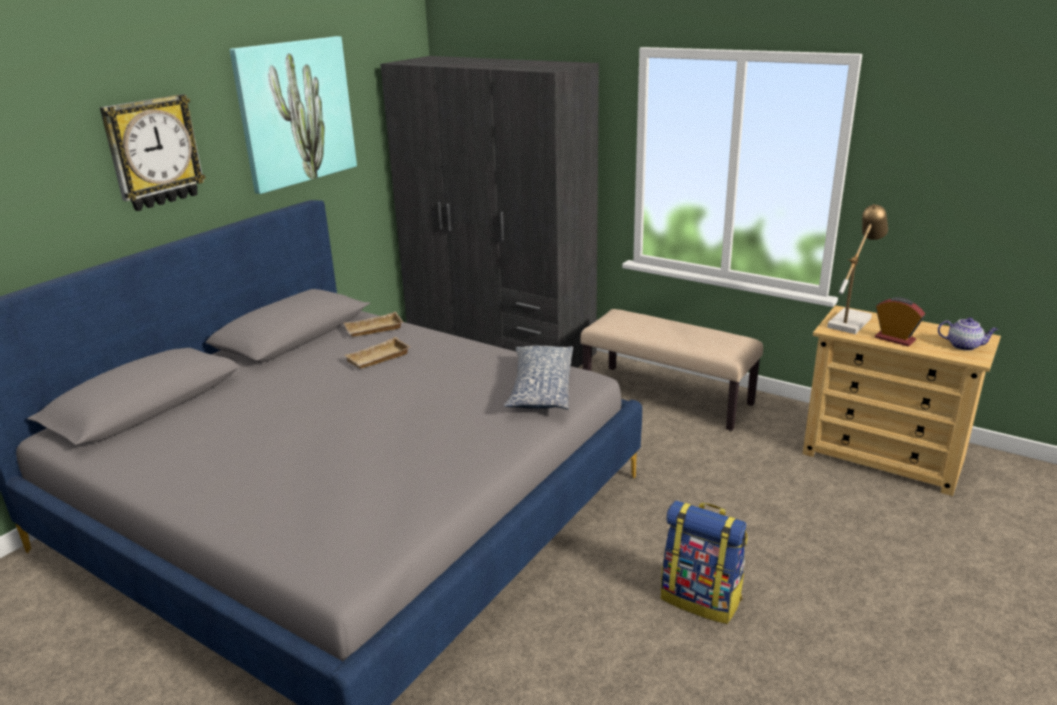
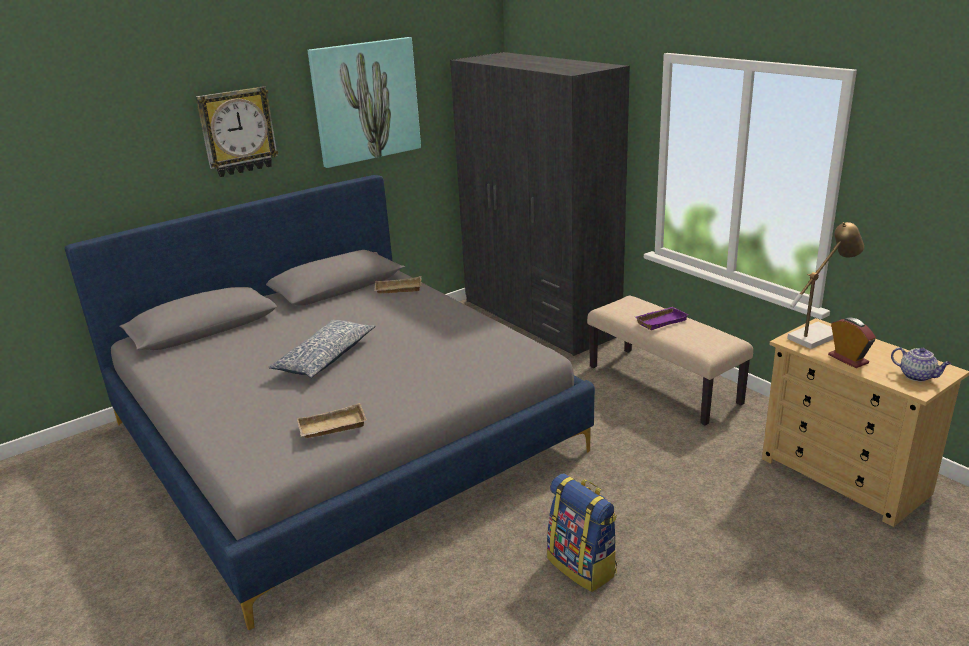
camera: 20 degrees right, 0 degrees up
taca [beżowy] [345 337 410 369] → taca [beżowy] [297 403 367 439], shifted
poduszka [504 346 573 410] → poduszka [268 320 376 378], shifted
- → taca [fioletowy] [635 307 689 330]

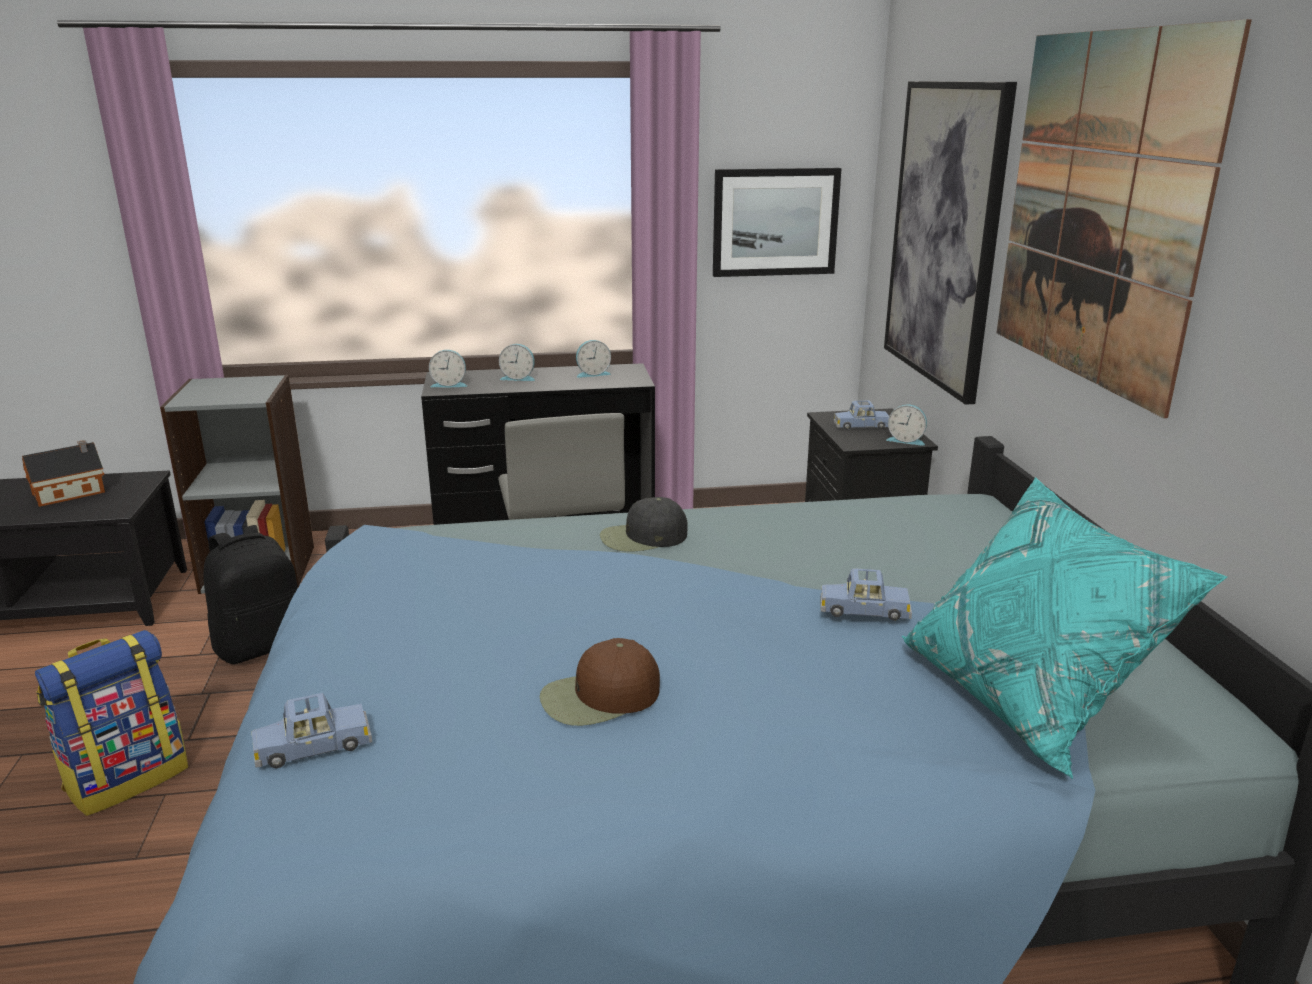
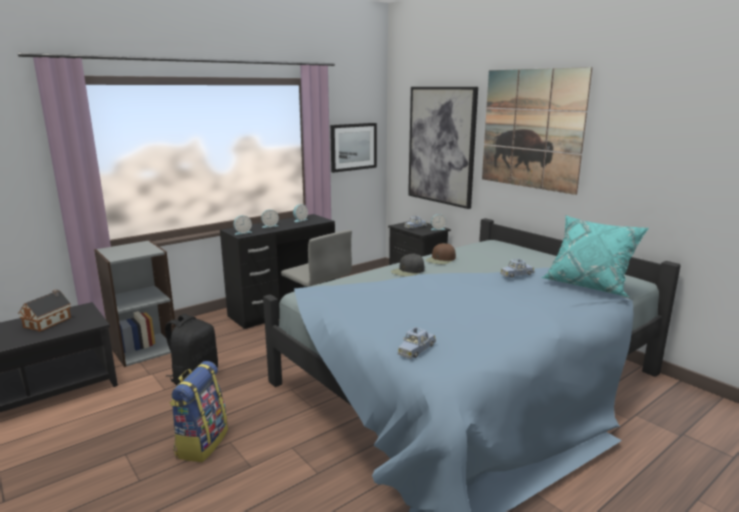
camera: 30 degrees left, 5 degrees down
czapka z daszkiem [brązowy] [539 638 660 726] → czapka z daszkiem [brązowy] [426 243 456 264], shifted

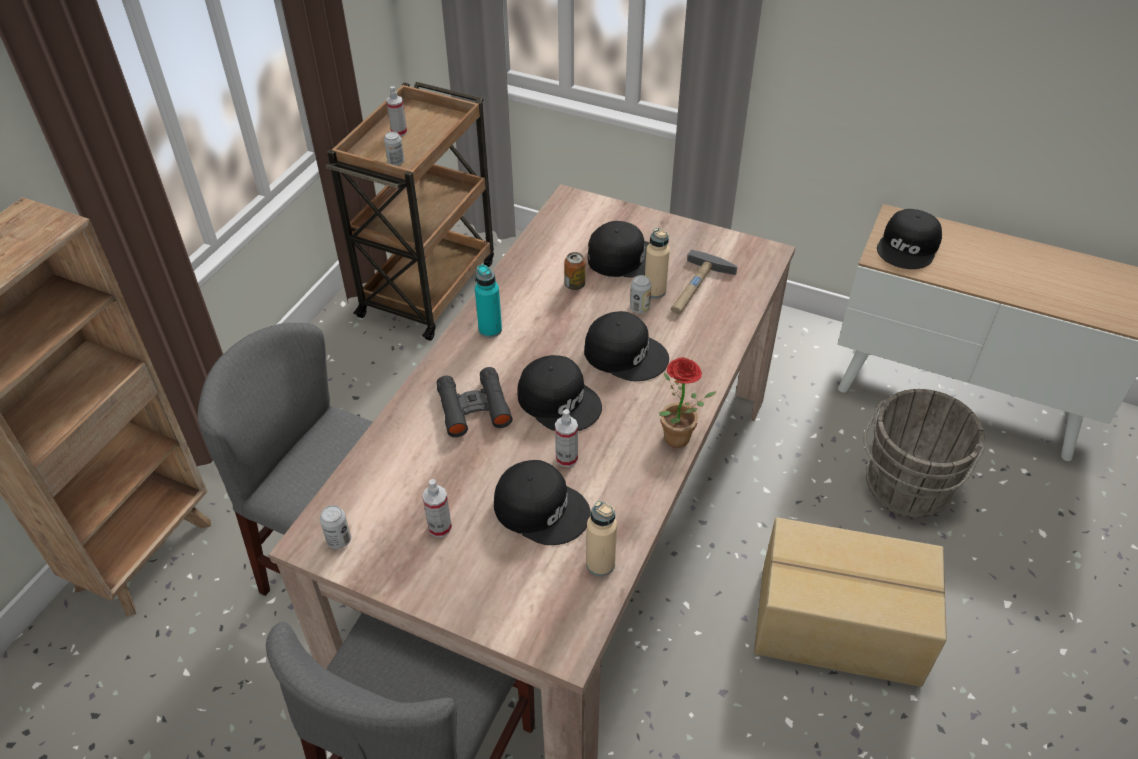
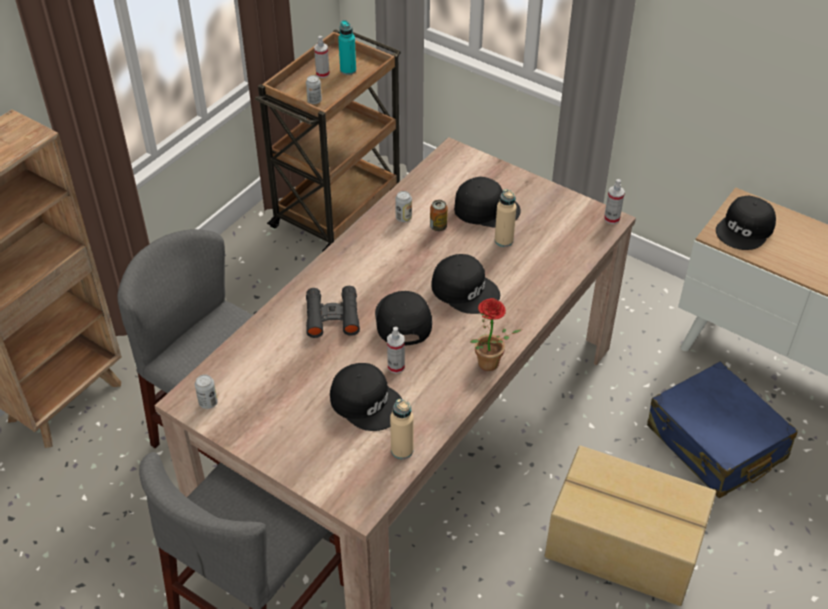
camera: 10 degrees right, 0 degrees up
młotek [671 249 738 314] → -
butelka [turkusowy] [475 264 502 338] → butelka [turkusowy] [338 20 356 75], shifted
puszka [630 275 652 313] → puszka [395 191 412 222], shifted
czapka z daszkiem [czarny] [517 355 602 431] → czapka z daszkiem [czarny] [375 291 432 345], 150 degrees counterclockwise
wiadro [szary] [863 389 985 518] → walizka [niebieski] [647 361 798 498]
spryskiwacz [422 479 452 537] → spryskiwacz [604 179 625 224], shifted

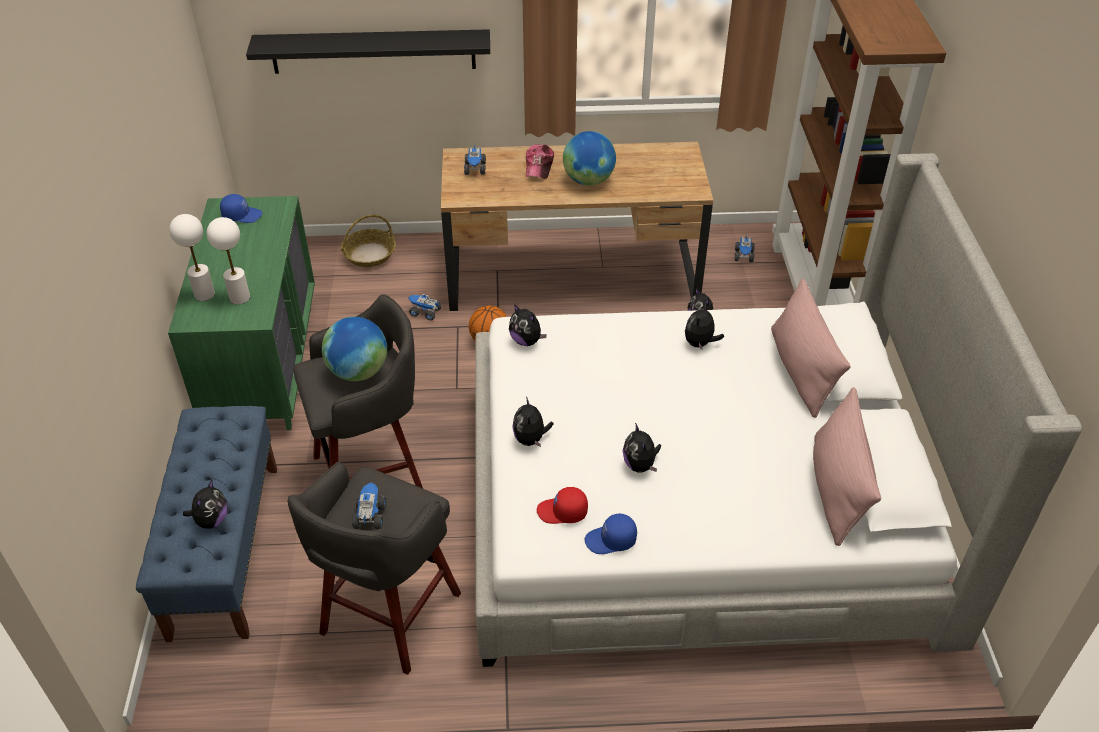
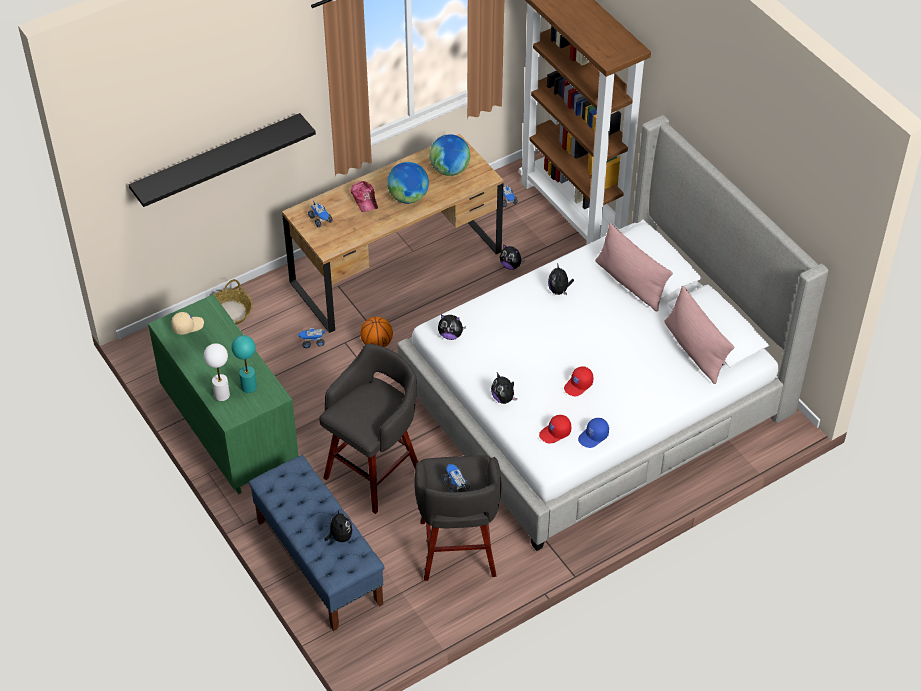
camera: 30 degrees left, 5 degrees up
czapka z daszkiem [niebieski] [220 194 262 223] → czapka z daszkiem [beżowy] [171 312 204 335]
lampa stołowa [biały] [207 217 250 305] → lampa stołowa [turkusowy] [231 335 257 393]
globus [322 317 387 381] → globus [429 134 470 176], shifted
pluszak [623 423 661 472] → czapka z daszkiem [czerwony] [564 367 593 396]

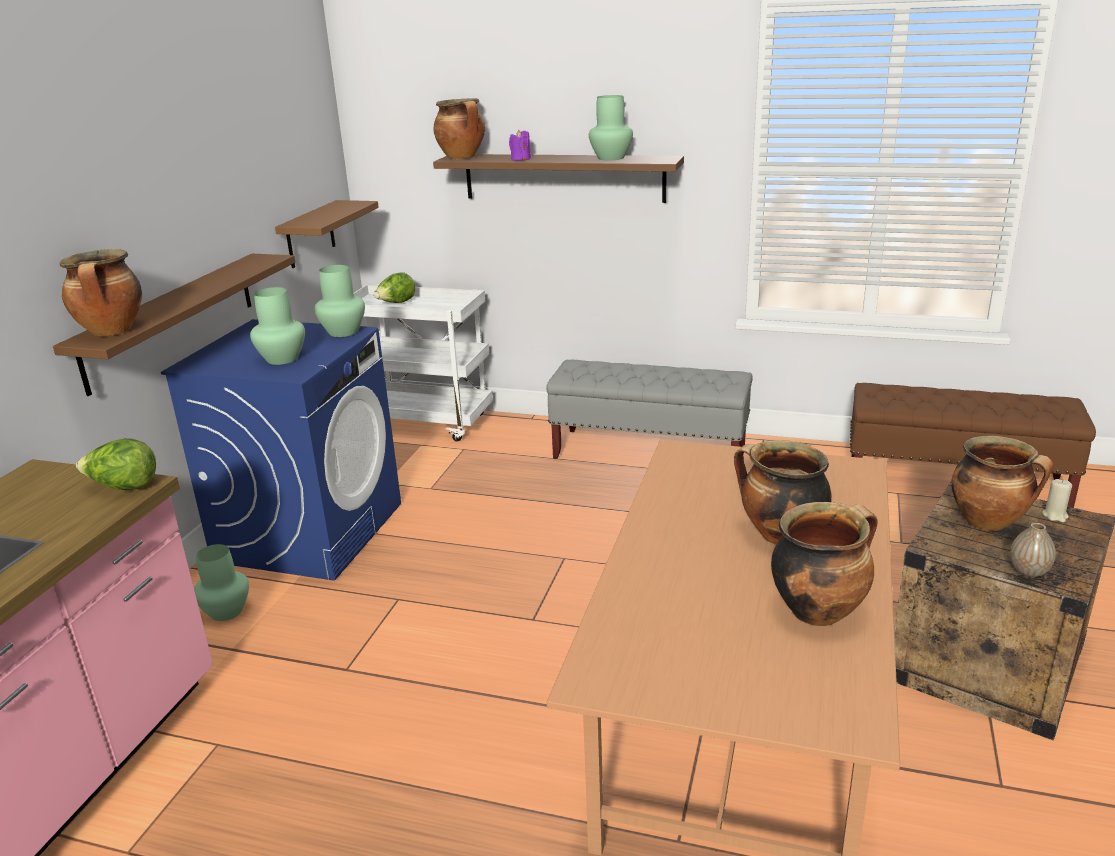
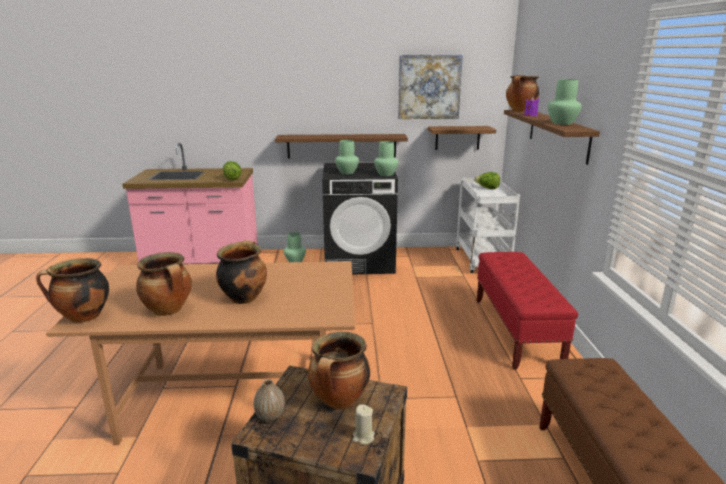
camera: 70 degrees right, 5 degrees down
garnek [60 249 142 336] → garnek [36 258 109 323], shifted
pralka [niebieski] [161 319 401 581] → pralka [czarny] [322 163 398 274]
ławka [szary] [546 360 753 459] → ławka [czerwony] [477 252 578 370]
- → obraz [398 55 463 119]

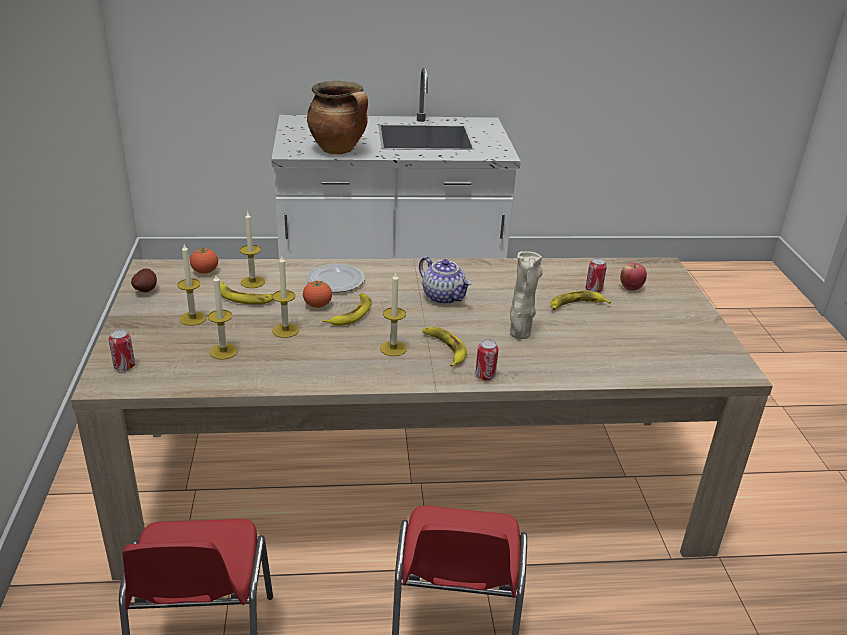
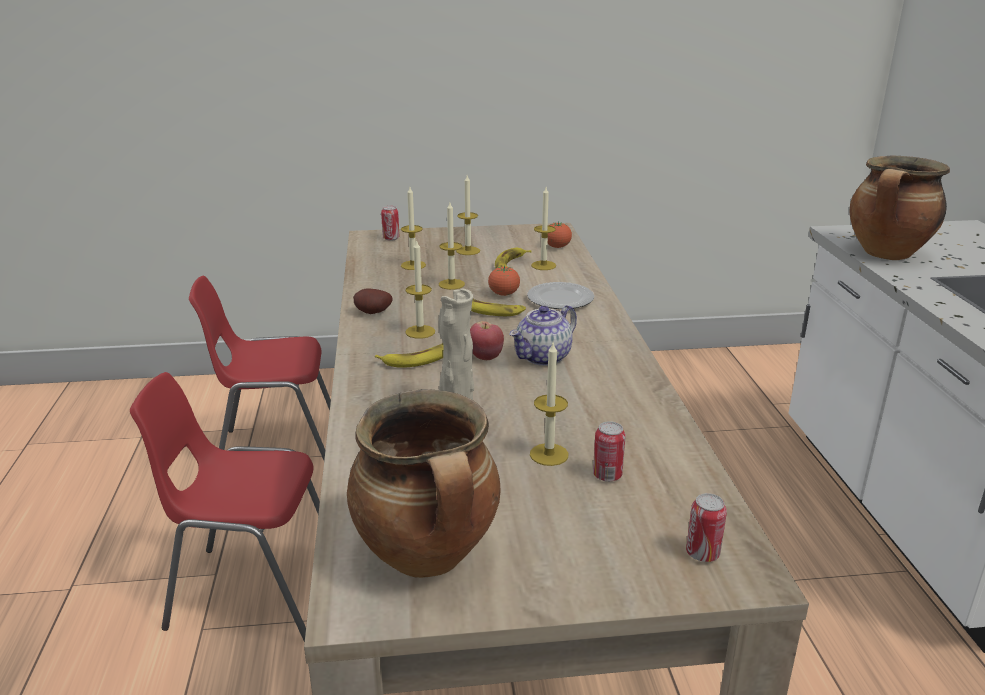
camera: 90 degrees right, 5 degrees down
jabłko [620 262 647 291] → jabłko [470 321 504 360], shifted
ziemniak [131 268 157 292] → ziemniak [353 288 393 314], shifted
banan [550 291 611 310] → świeca [530 343 568 466]
puszka [475 339 498 380] → puszka [686 493 727 562], shifted
- → garnek [347 389 501 578]

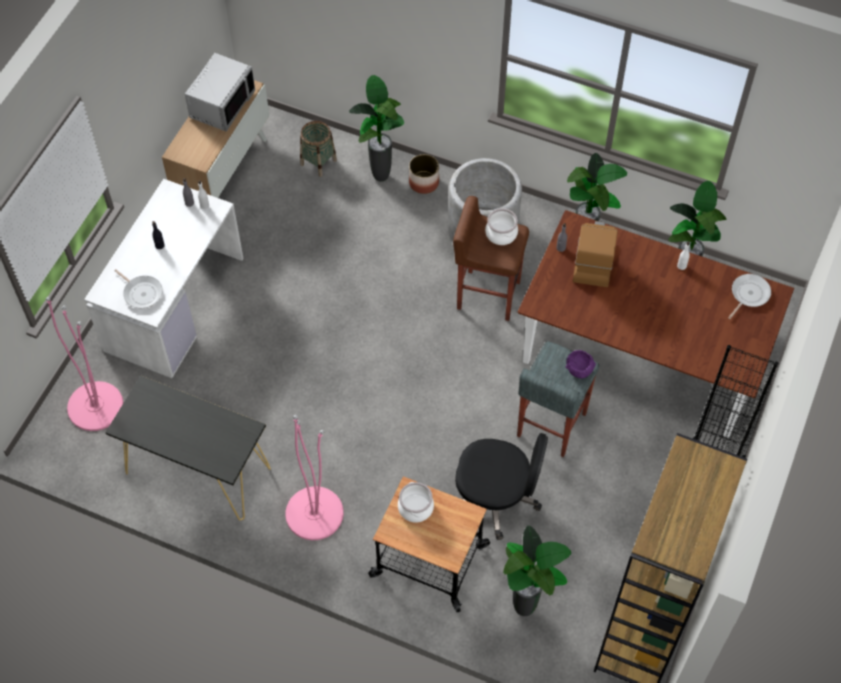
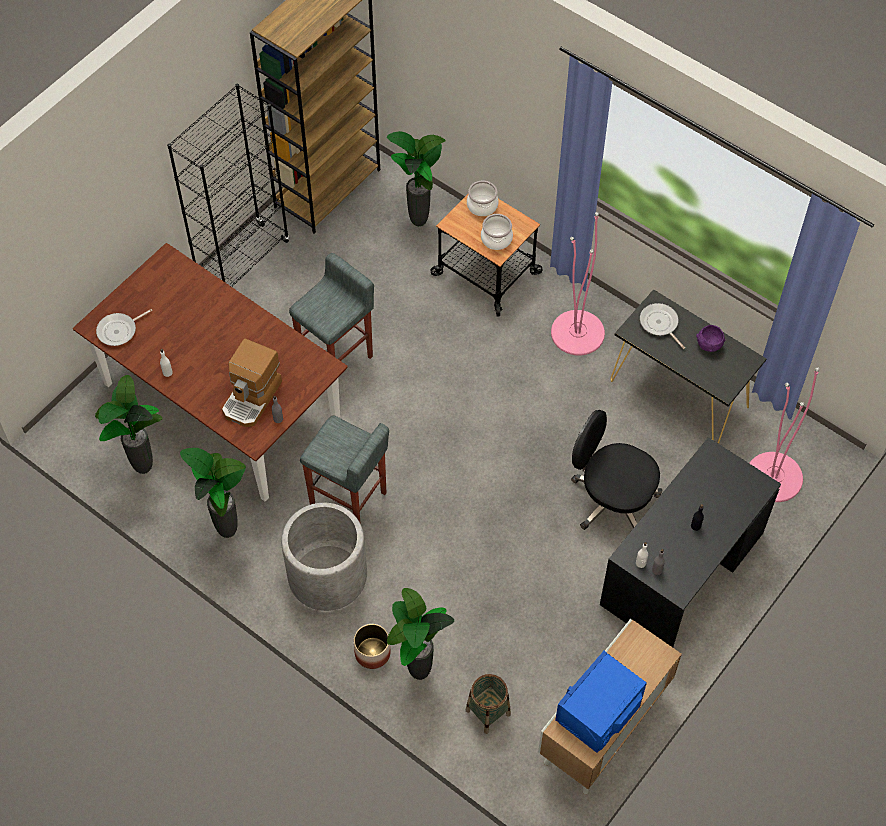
camera: 165 degrees left, 0 degrees up
mikrofalówka [szary] [185 53 255 132] → mikrofalówka [niebieski] [555 651 647 753]
biurko [biały] [84 179 244 378] → biurko [czarny] [600 437 781 647]
stołek [brązowy] [453 196 529 321] → stołek [szary] [300 415 389 522]
garnek [485 208 518 245] → garnek [467 180 498 216], shifted
patelnia [114 269 163 309] → patelnia [640 303 685 349], shifted
miska [fioletowy] [566 350 596 379] → miska [fioletowy] [696 325 726 352], shifted
krzesło biurowe [czarny] [455 433 548 540] → krzesło biurowe [czarny] [571 410 662 530], shifted

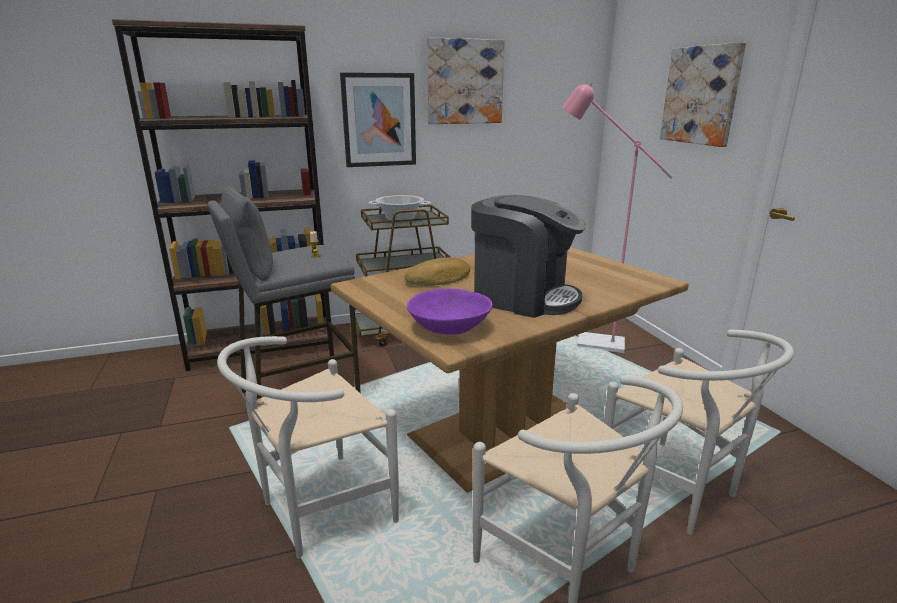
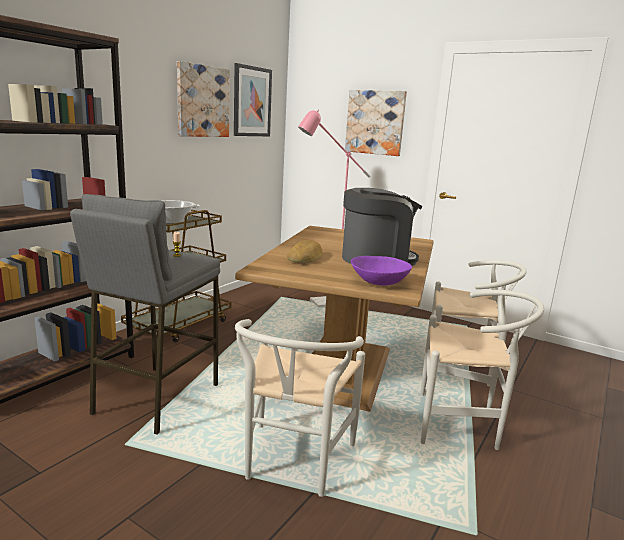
camera: 40 degrees left, 5 degrees down
obraz [340 72 416 167] → obraz [234 63 272 136], shifted

